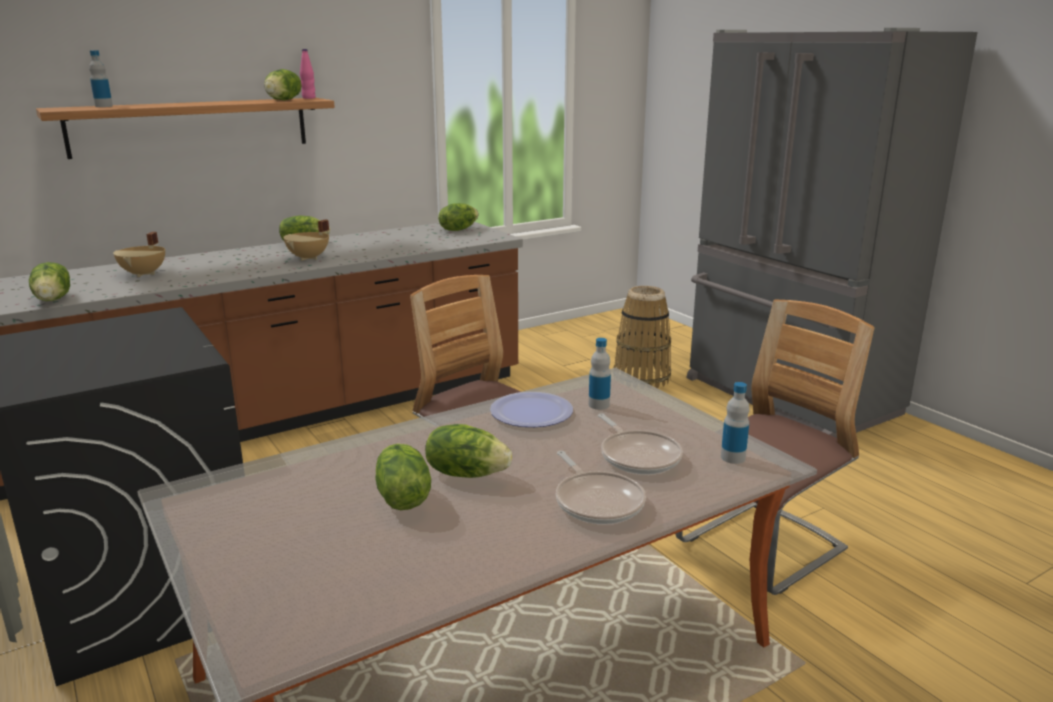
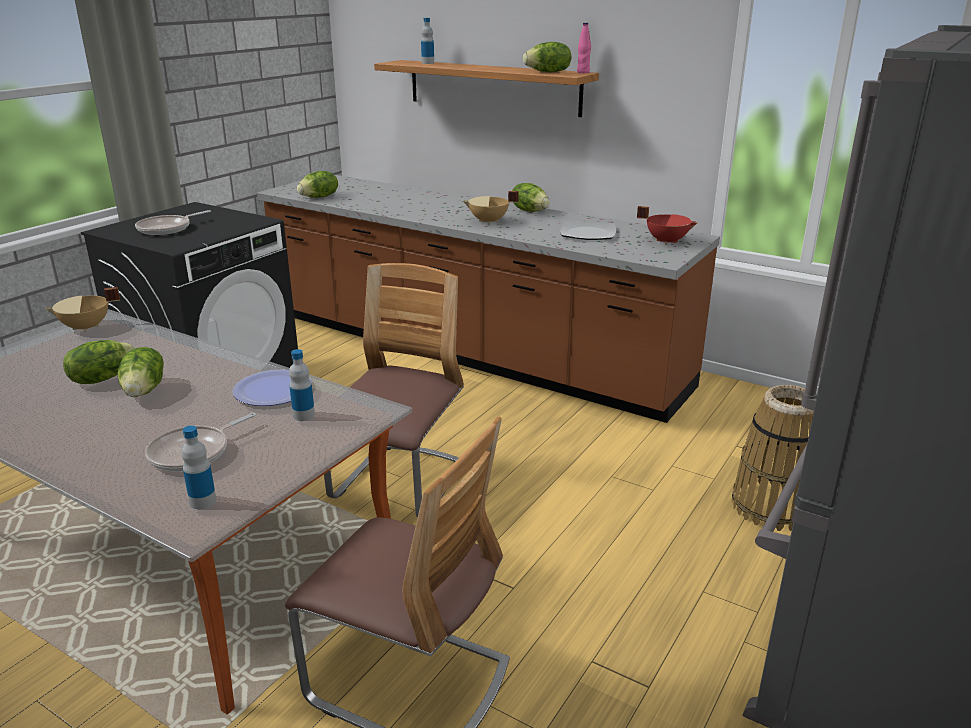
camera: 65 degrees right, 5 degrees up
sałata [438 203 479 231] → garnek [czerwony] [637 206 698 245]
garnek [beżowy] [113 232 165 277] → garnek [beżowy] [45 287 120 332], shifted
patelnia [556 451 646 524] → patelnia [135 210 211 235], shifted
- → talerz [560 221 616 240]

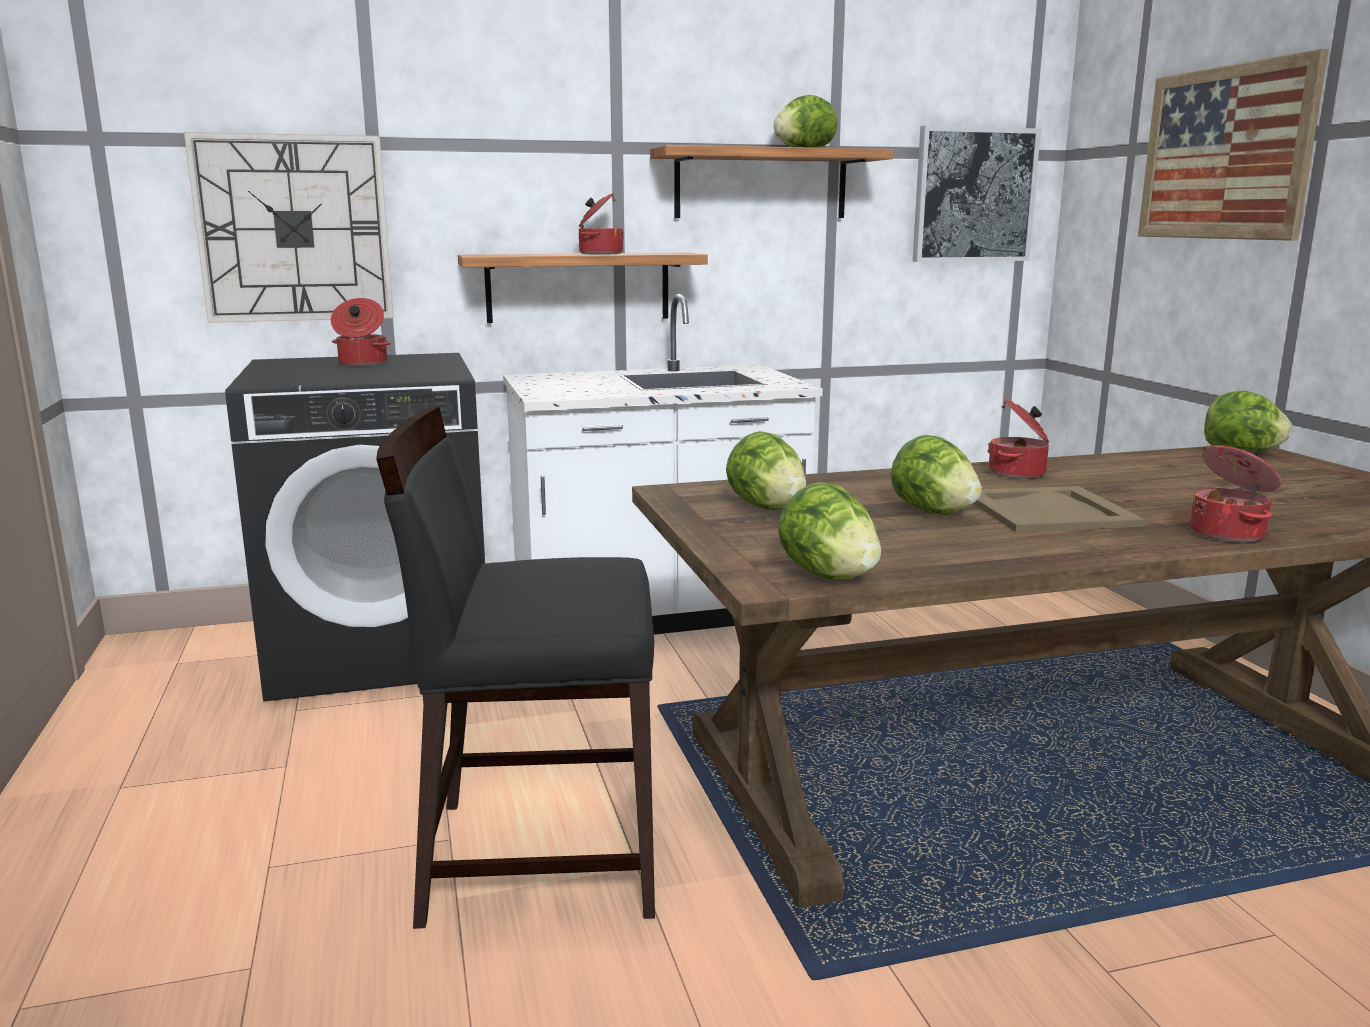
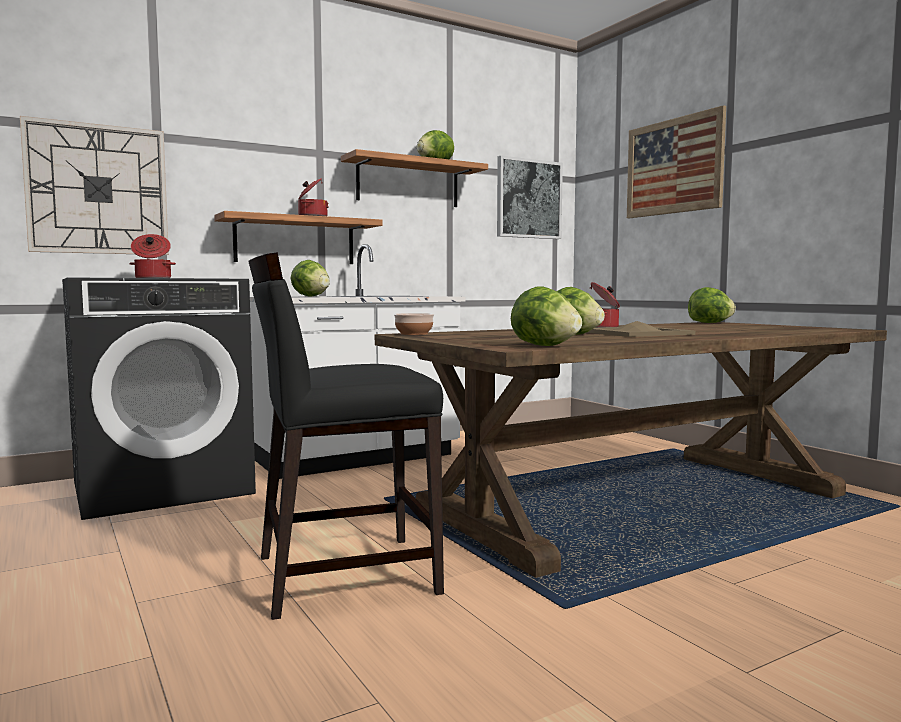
camera: 15 degrees left, 10 degrees down
sałata [726 431 807 510] → sałata [291 260 330 297], shifted
garnek [1190 445 1281 542] → -
- → miska [394 313 434 335]

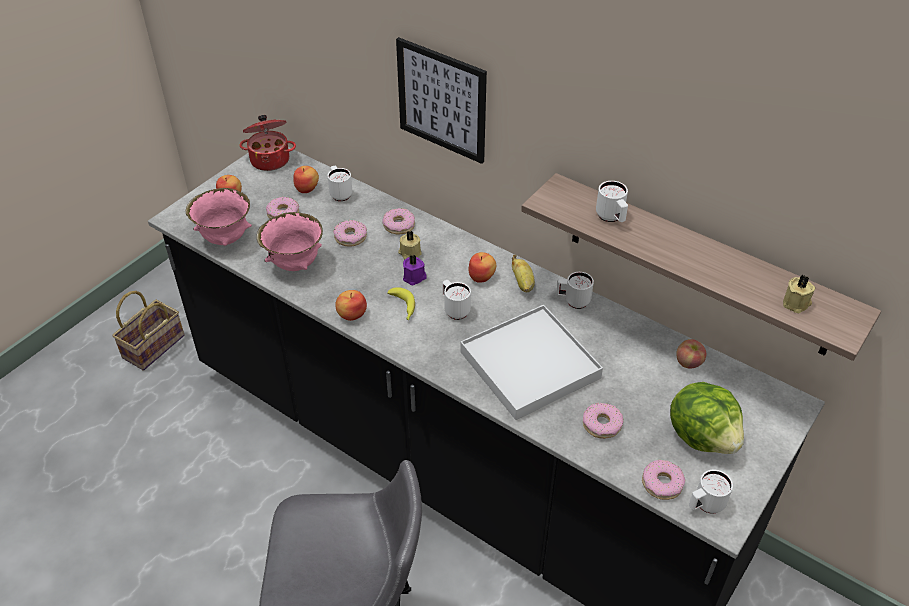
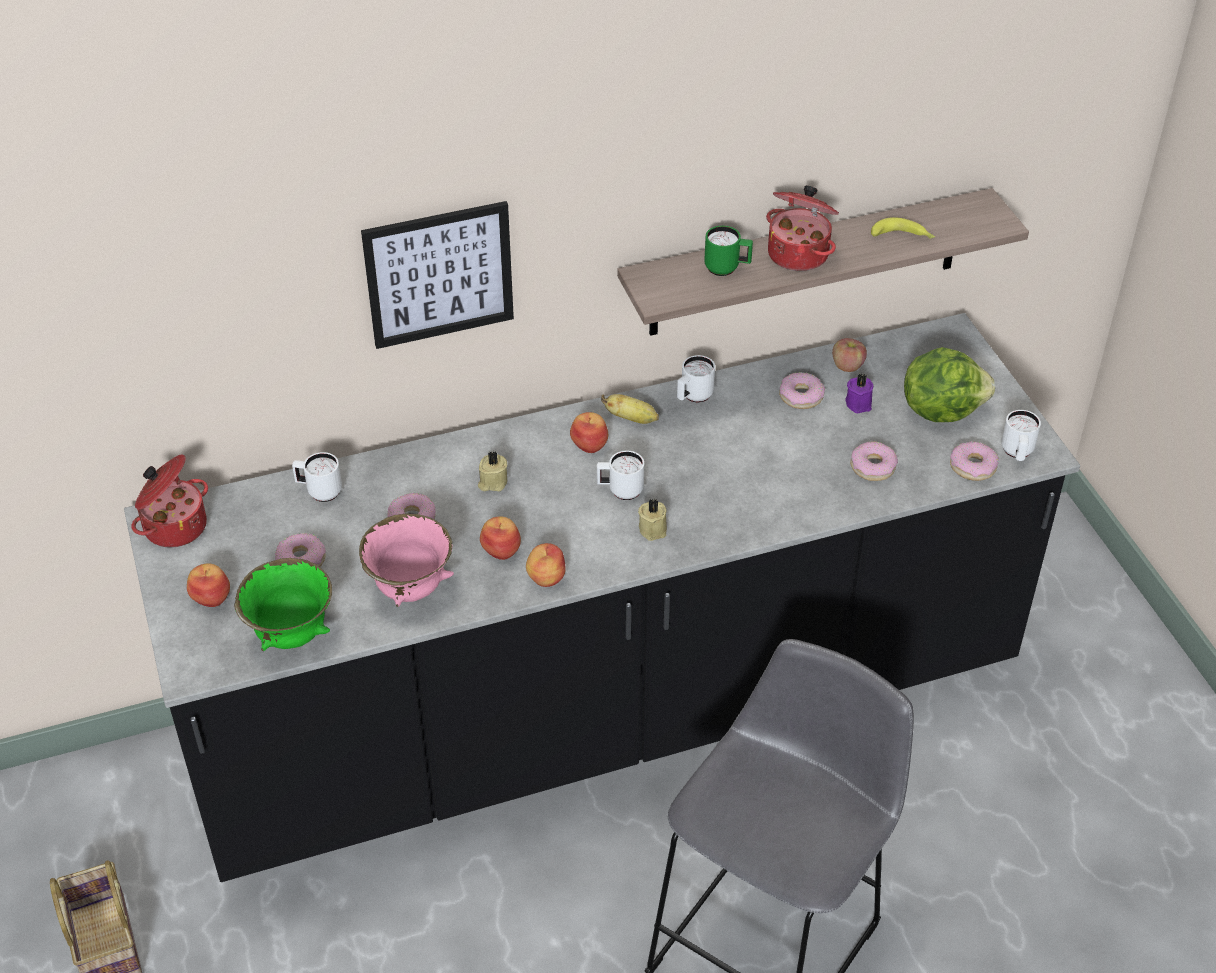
camera: 55 degrees left, 0 degrees up
jabłko [294 166 319 193] → jabłko [480 516 521 560], shifted
kubek [biały] [596 181 628 222] → kubek [zielony] [704 226 753 276]
miska [różowy] [186 188 252 246] → miska [zielony] [234 558 332 651]
donut [382 208 415 234] → donut [779 372 825 409], shifted
świeca [fioletowy] [403 254 427 285] → świeca [fioletowy] [845 374 873 413], shifted
świeca [beżowy] [783 274 815 313] → świeca [beżowy] [638 499 667 541], shifted
banan [387 287 415 320] → banan [871 217 935 239], shifted
taca [biały] [460 305 603 420] → -
- → garnek [766 185 839 271]

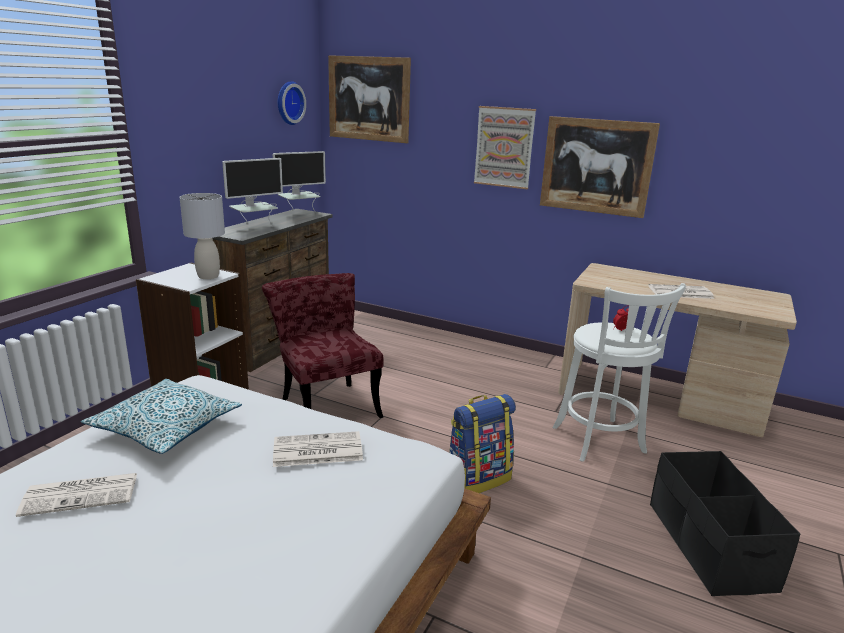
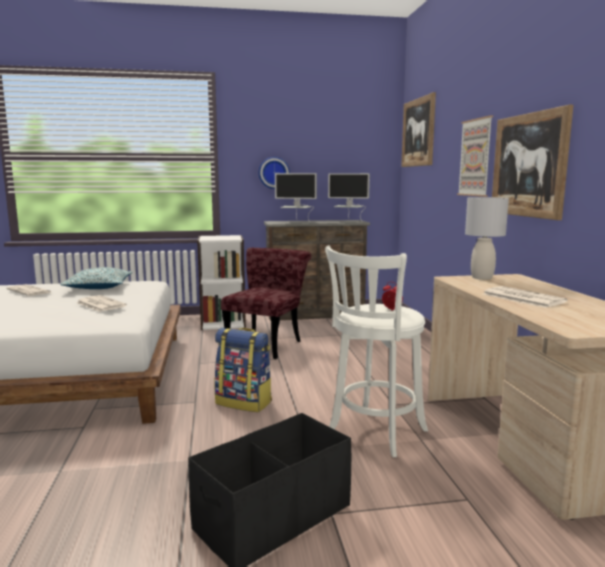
camera: 55 degrees right, 10 degrees down
zegar ścienny [278 81 306 125] → zegar ścienny [259 157 290 189], shifted
lampa stołowa [szary] [180 193 225 279] → lampa stołowa [szary] [465 197 509 280], shifted

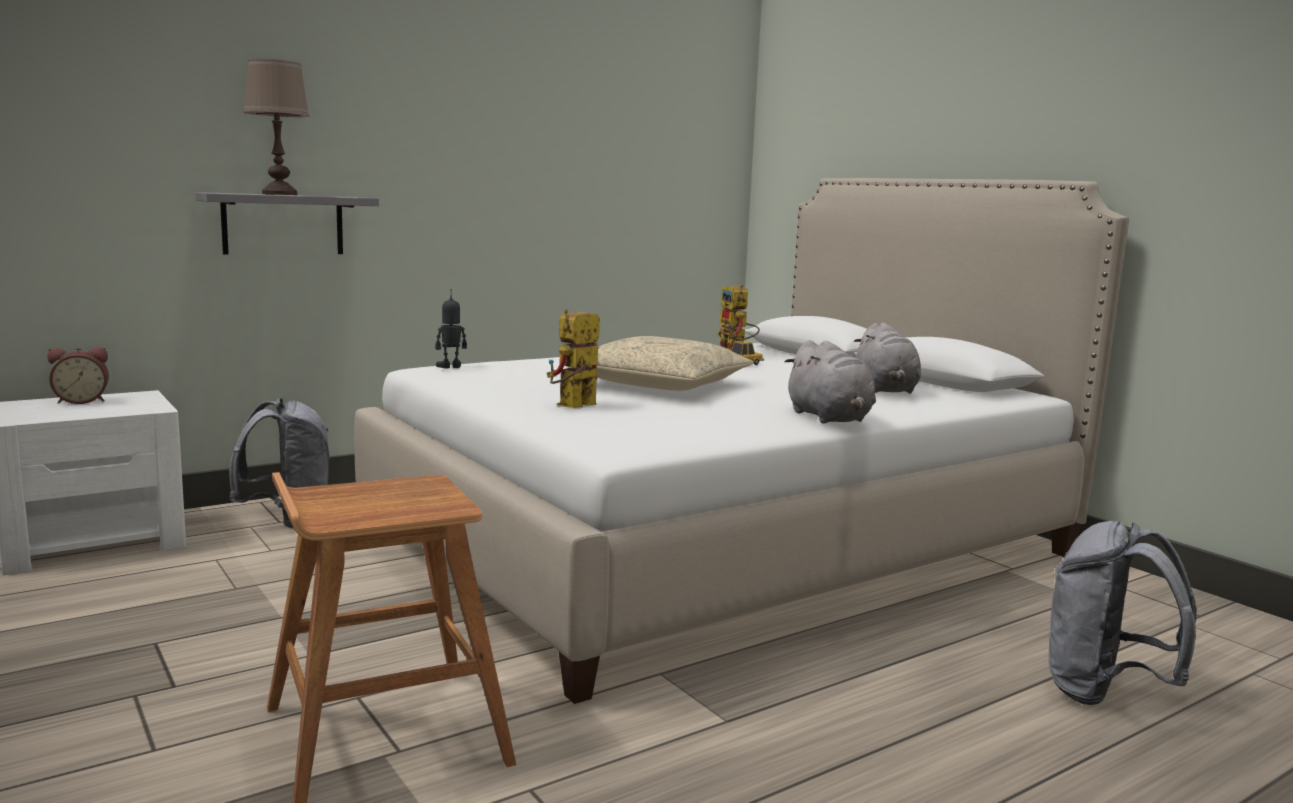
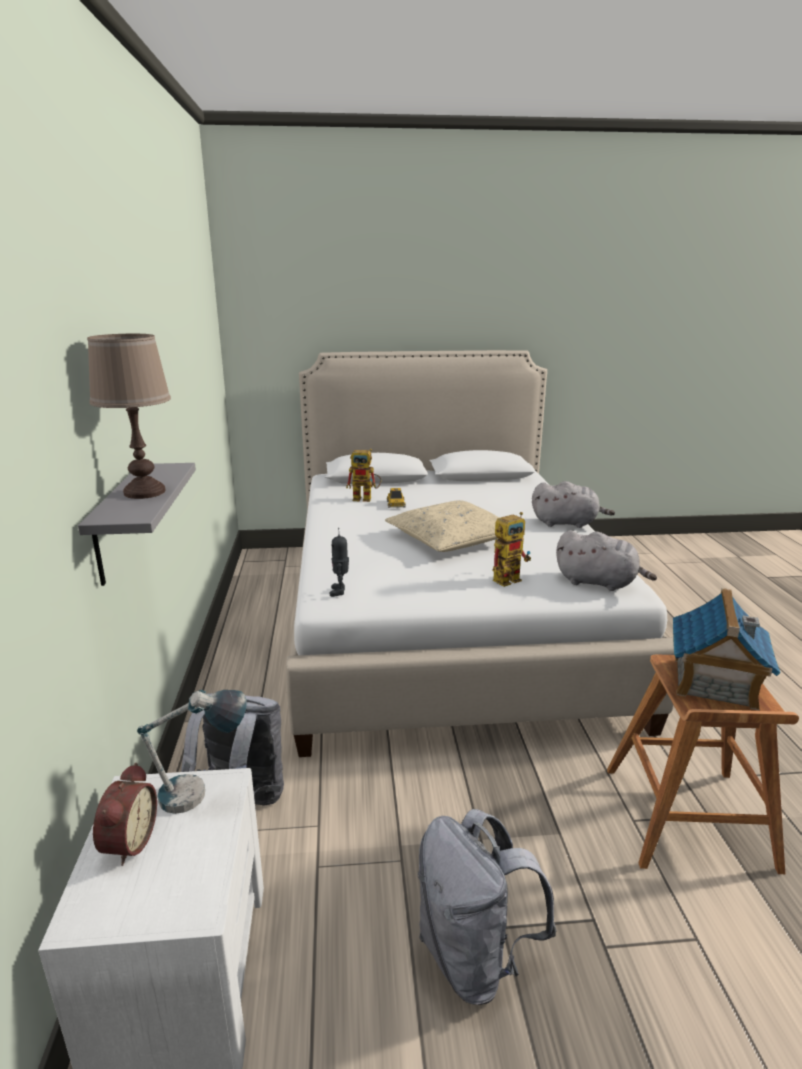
camera: 60 degrees left, 10 degrees up
robot zabawkowy [547 309 600 408] → robot zabawkowy [493 512 531 587], 105 degrees counterclockwise
pluszak [szary] [854 323 921 394] → pluszak [szary] [556 530 657 591], shifted
plecak [szary] [1049 521 1197 705] → plecak [szary] [418 809 557 1005], shifted
- → domek [673 588 781 711]
- → lampa stołowa [137 690 247 814]

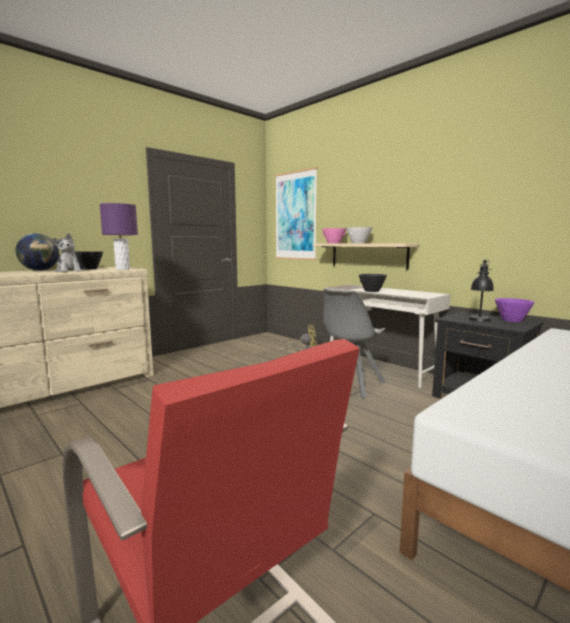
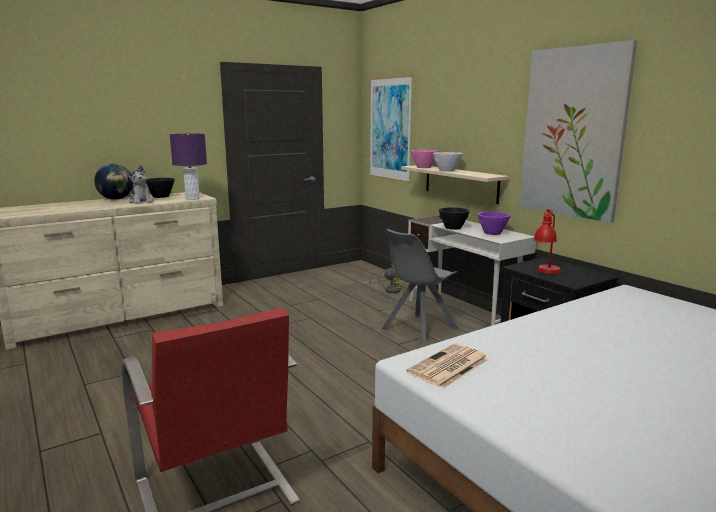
camera: 10 degrees right, 5 degrees up
lampa stołowa [czarny] [469 260 494 322] → lampa stołowa [czerwony] [533 208 561 274]
miska [fioletowy] [495 298 534 322] → miska [fioletowy] [478 212 511 235], shifted
- → obraz [520 40 637 223]
- → gazeta [407 343 489 389]

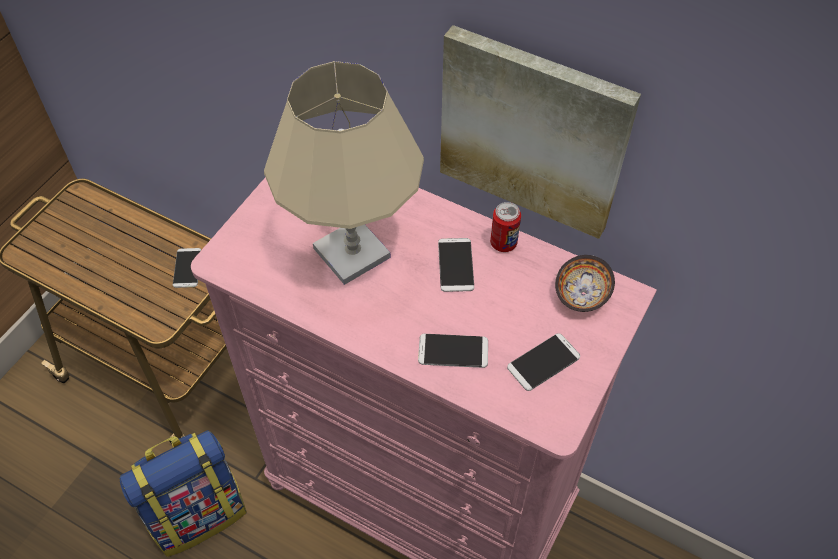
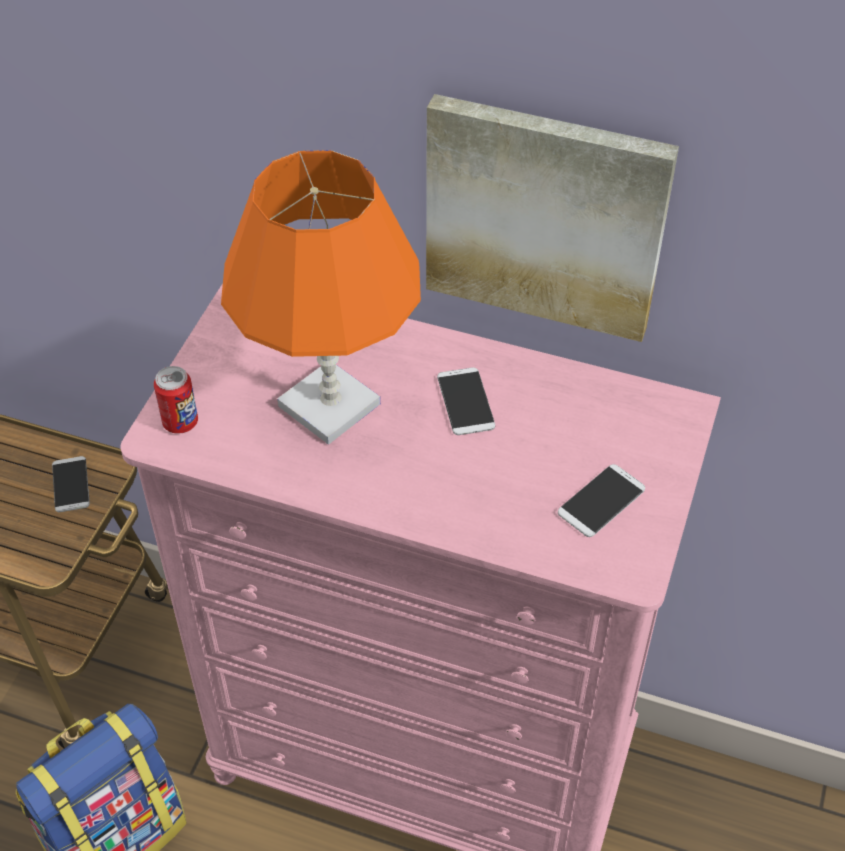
camera: 10 degrees left, 5 degrees down
lampa stołowa [beżowy] [264 61 424 285] → lampa stołowa [pomarańczowy] [221 150 421 445]
puszka [490 202 521 252] → puszka [154 366 198 434], shifted
miska [555 255 615 312] → -
telefon [418 334 488 368] → -

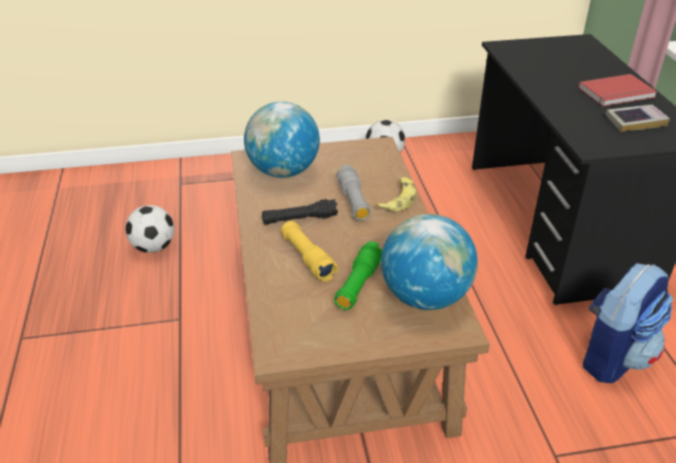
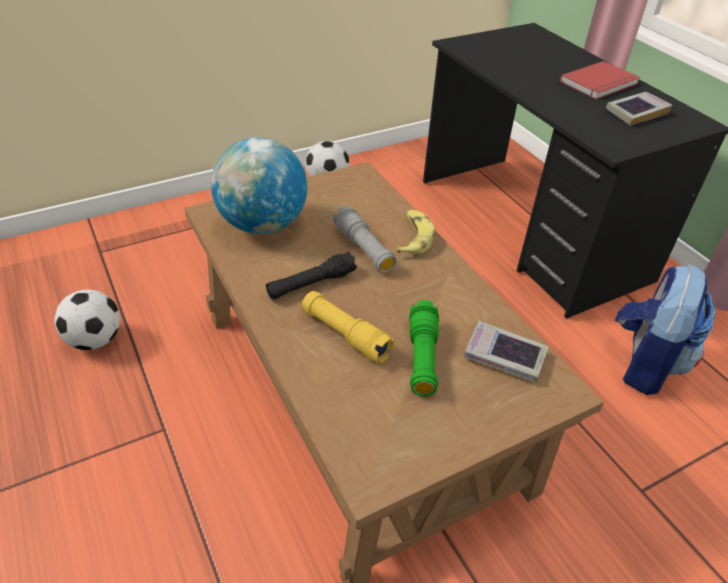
camera: 20 degrees left, 5 degrees up
globus [381 214 478 310] → książka [464 321 549 383]

